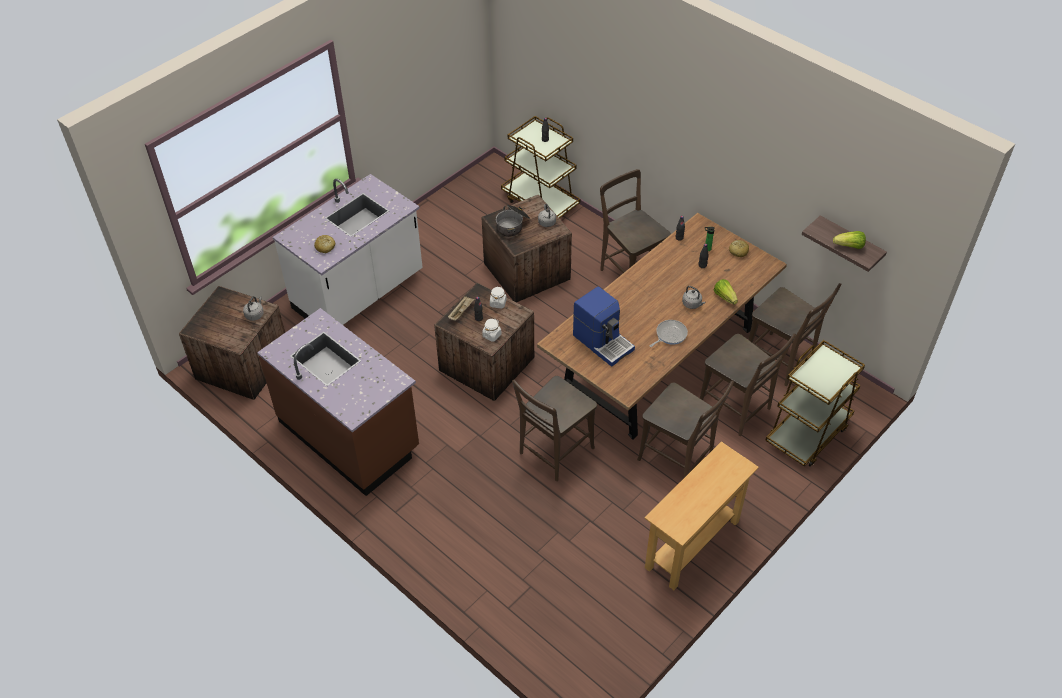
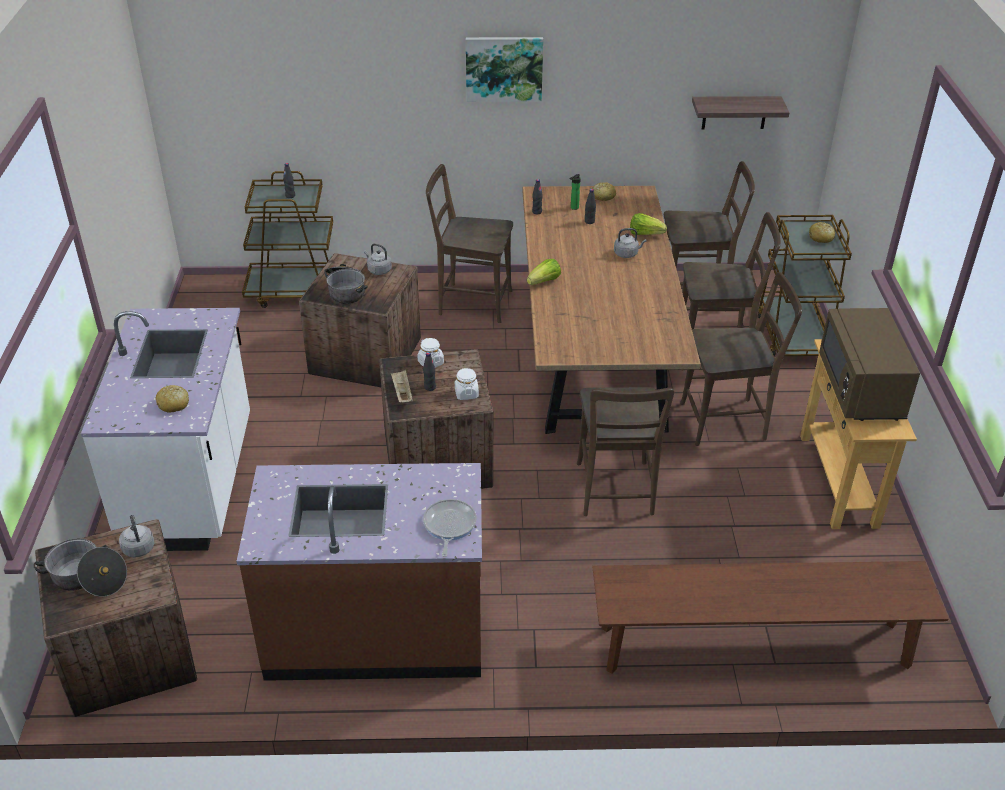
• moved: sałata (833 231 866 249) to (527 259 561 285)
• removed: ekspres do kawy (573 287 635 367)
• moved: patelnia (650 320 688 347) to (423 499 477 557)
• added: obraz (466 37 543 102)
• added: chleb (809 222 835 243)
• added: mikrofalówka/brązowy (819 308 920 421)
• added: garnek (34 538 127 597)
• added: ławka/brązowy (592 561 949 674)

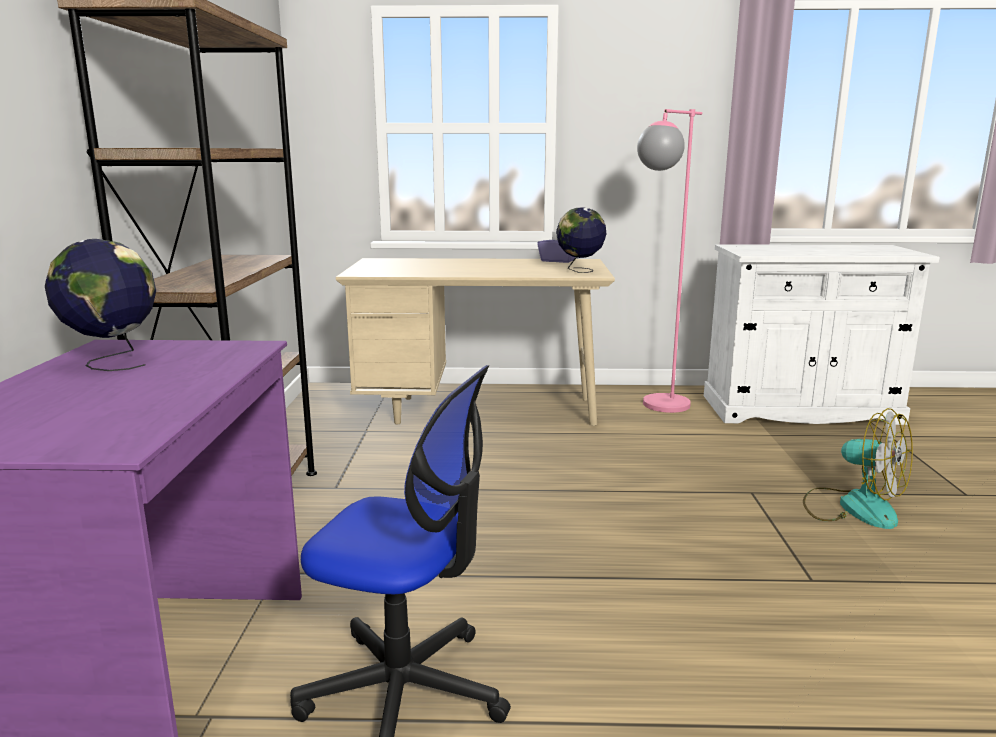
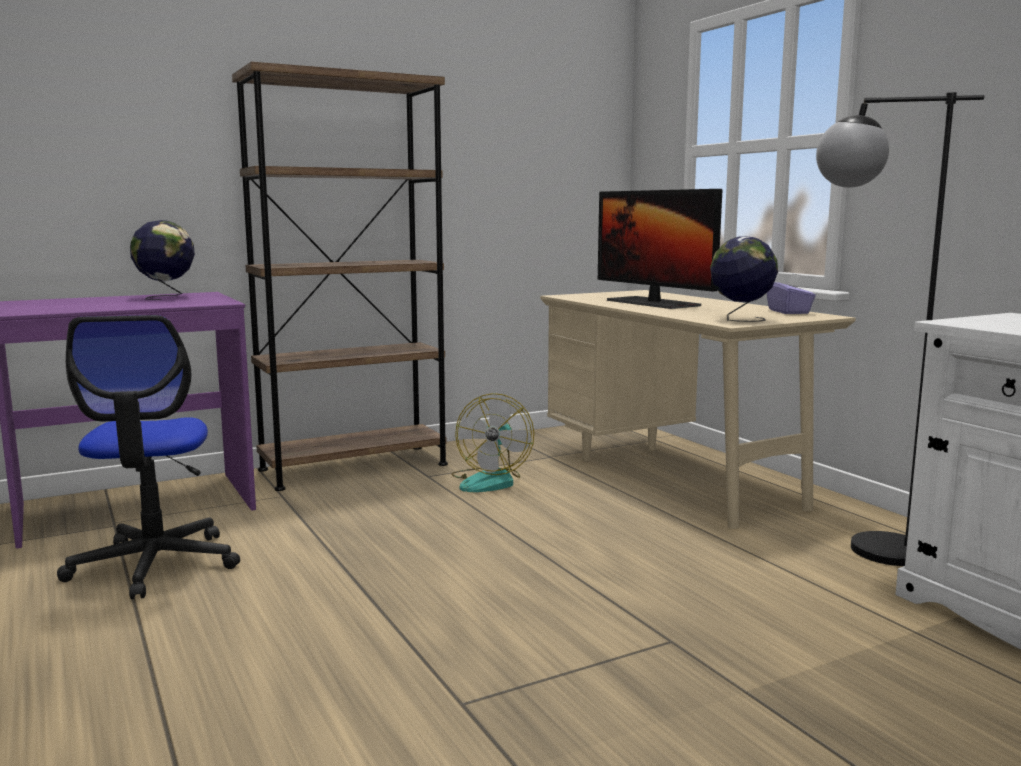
• recoloured: lampa stojąca/różowy (637 109 702 413) to lampa stojąca/czarny (816 92 984 566)
• moved: wentylator (803 408 913 529) to (452 393 534 492)
• added: monitor (598 189 722 309)

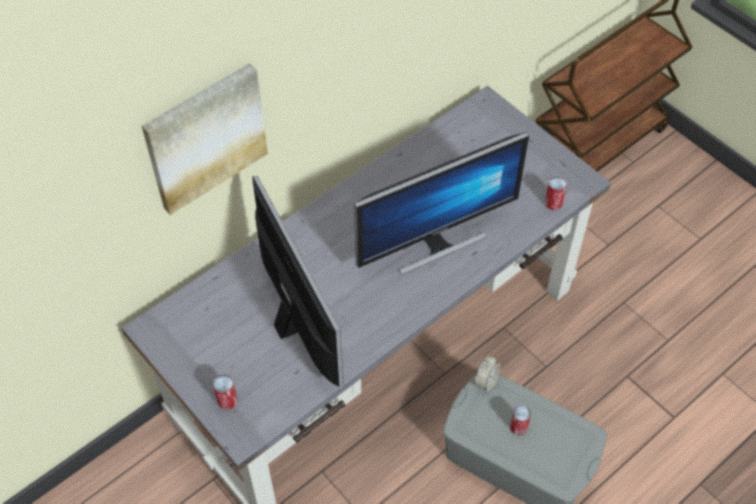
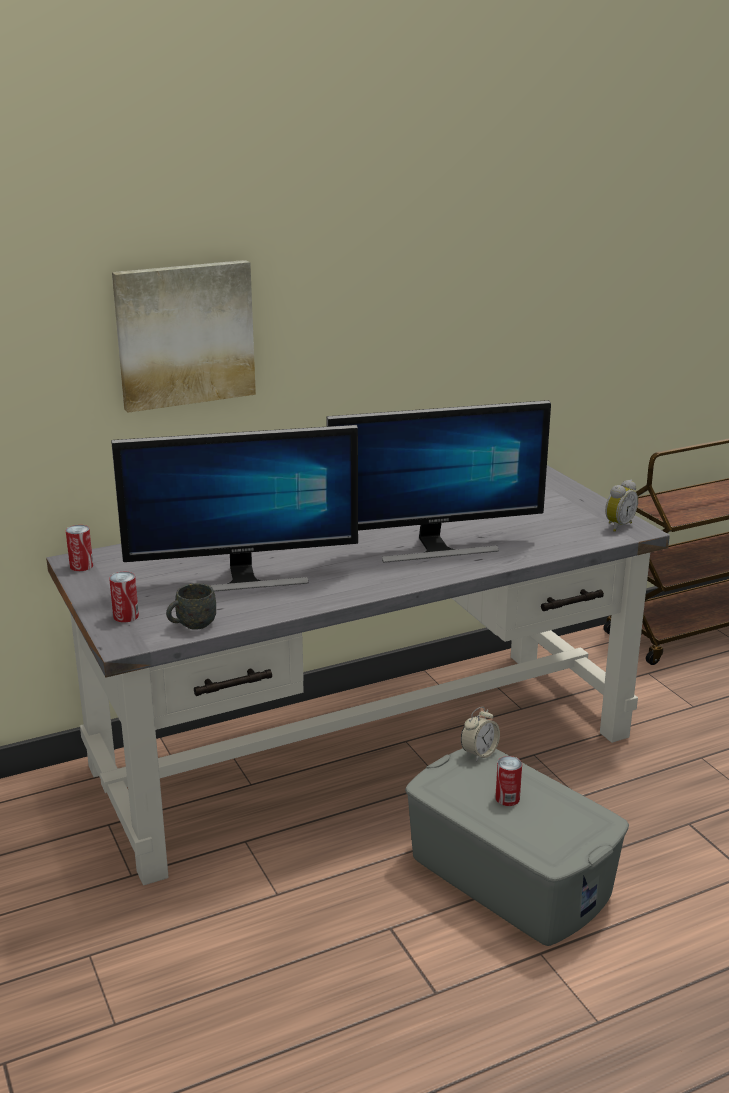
• turned: monitor (252 176 344 387) = (111 425 358 591) 90 degrees clockwise
• moved: puszka (545 176 567 210) to (66 525 93 571)
• added: budzik (605 480 638 532)
• added: kubek/szary (166 583 216 630)

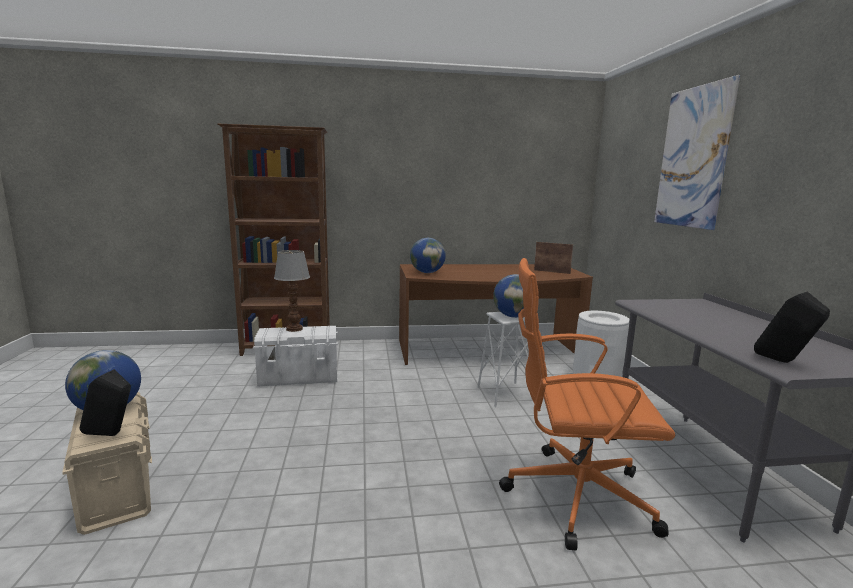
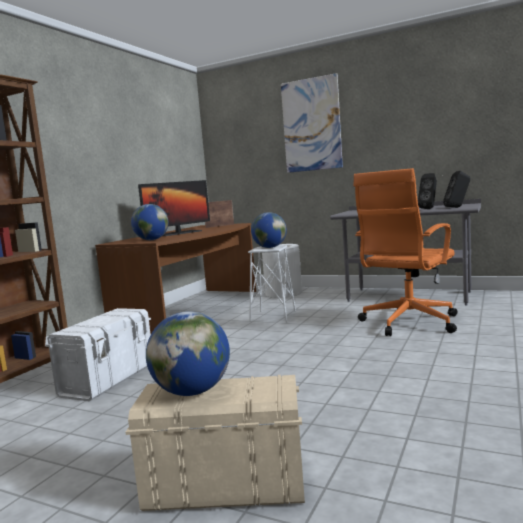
• removed: lampa stołowa (274 250 310 332)
• moved: głośnik/czarny (80 369 131 436) to (418 173 437 209)
• added: monitor (138 180 210 236)

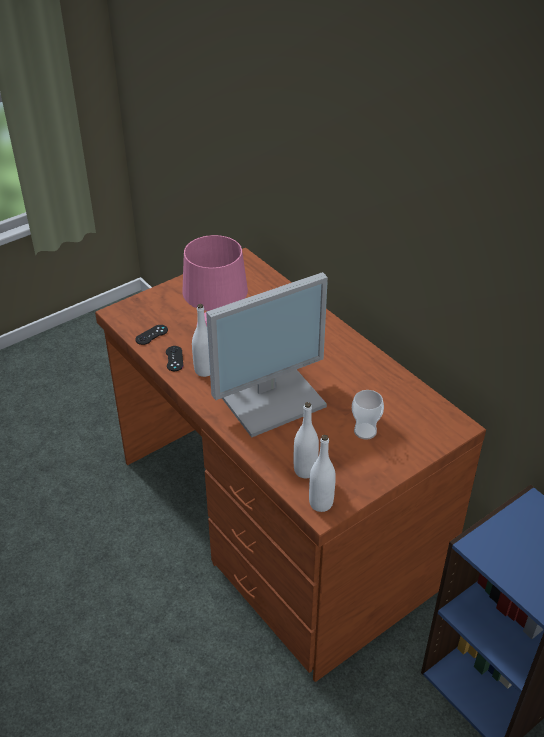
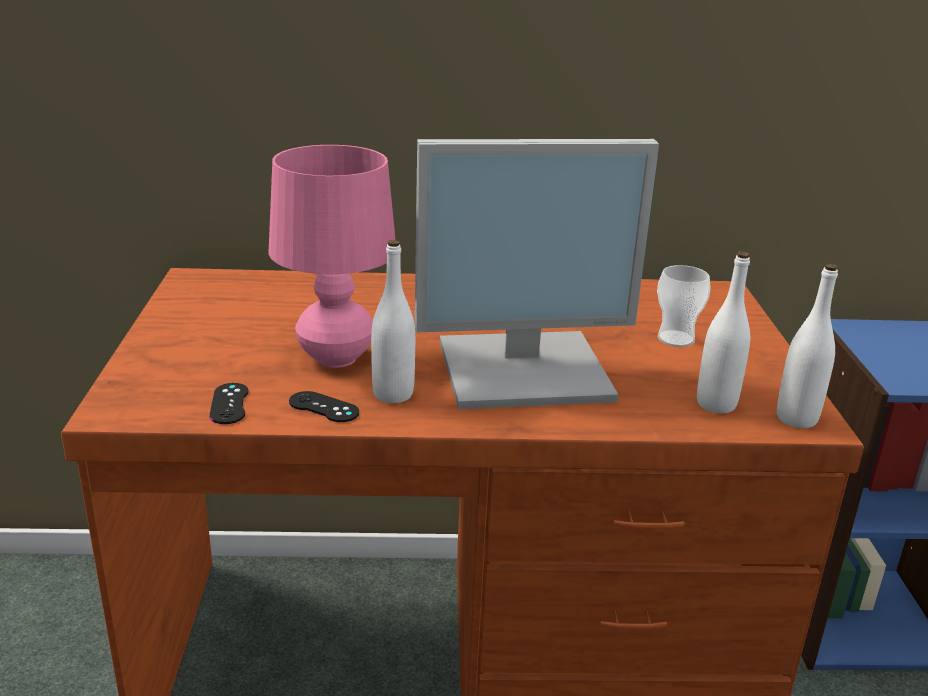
• turned: monitor (206 272 328 438) = (415 139 659 409) 75 degrees clockwise

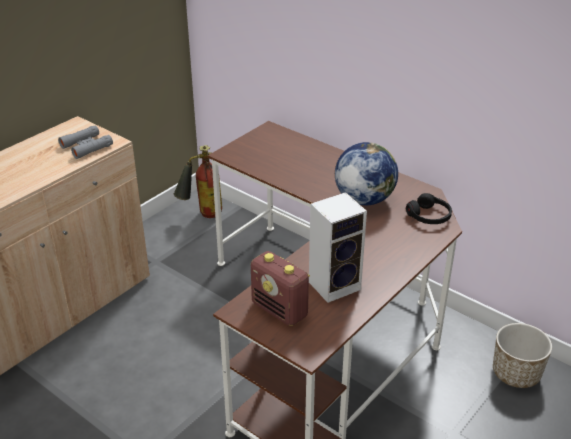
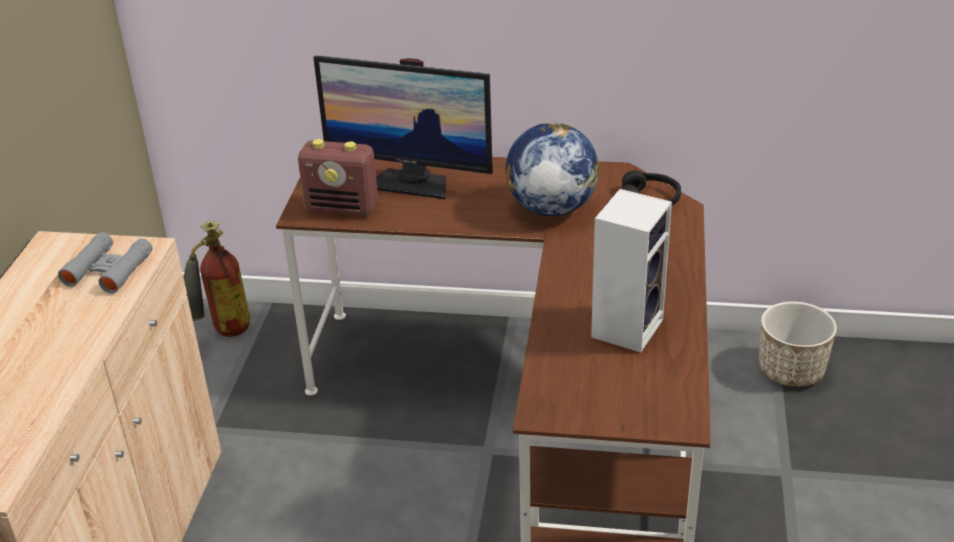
• moved: radio (251 251 310 326) to (298 139 378 217)
• added: monitor (313 56 493 199)

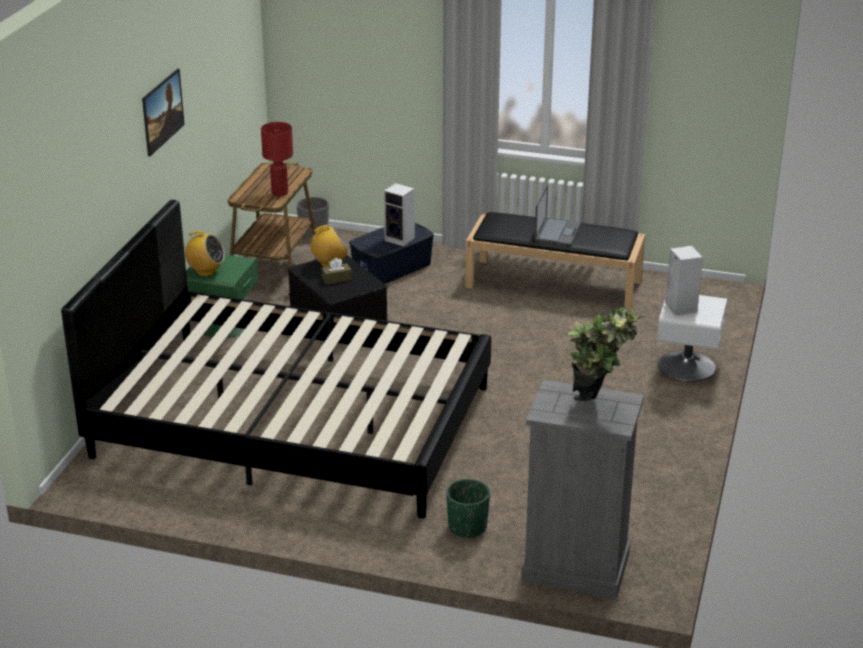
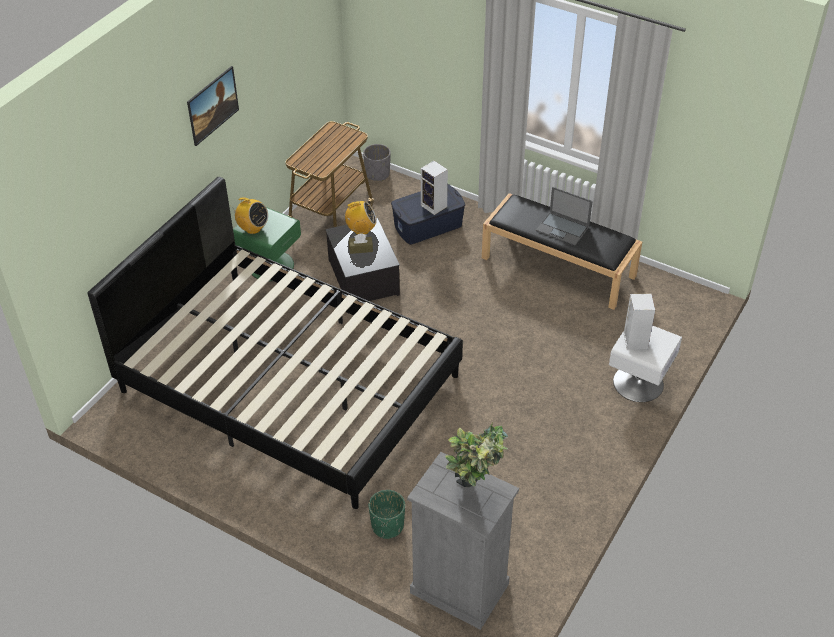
• removed: lampa stołowa/czerwony (261 122 293 196)
• turned: laptop (535 185 581 245) = (536 187 593 245) 90 degrees clockwise

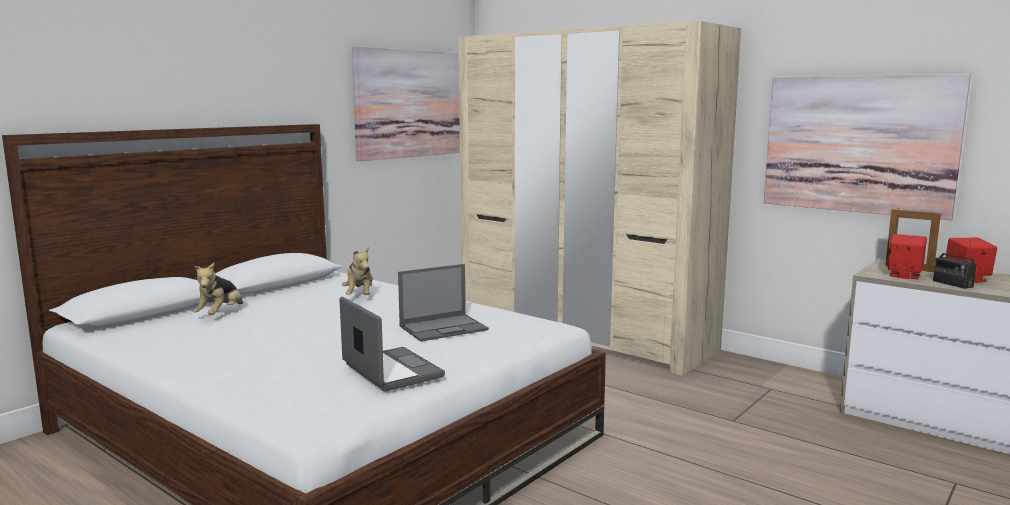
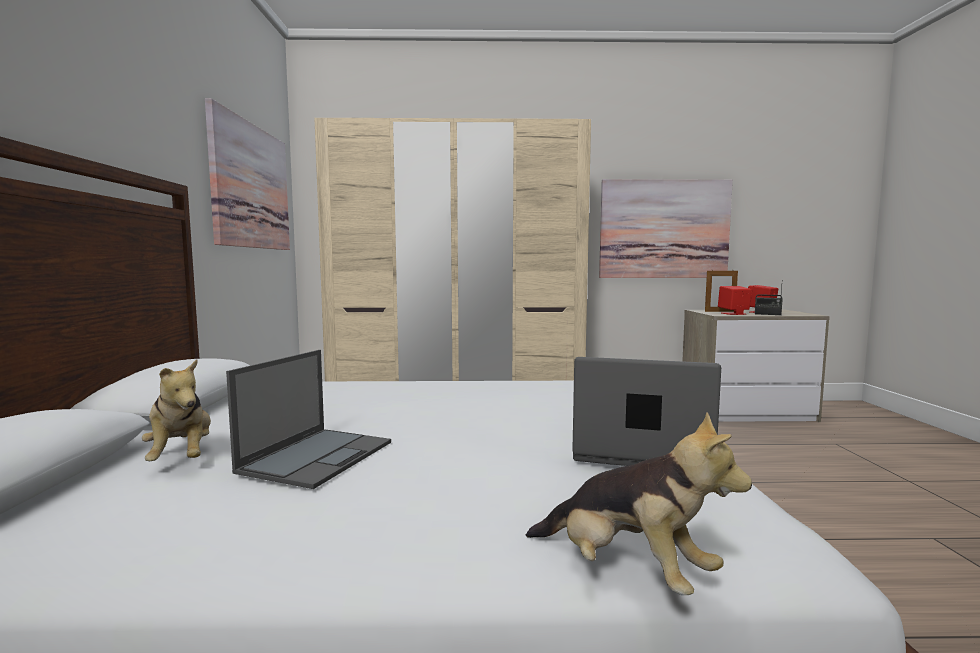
• moved: pluszak (342 247 373 295) to (526 413 752 595)
• moved: laptop (398 264 489 342) to (226 350 391 489)

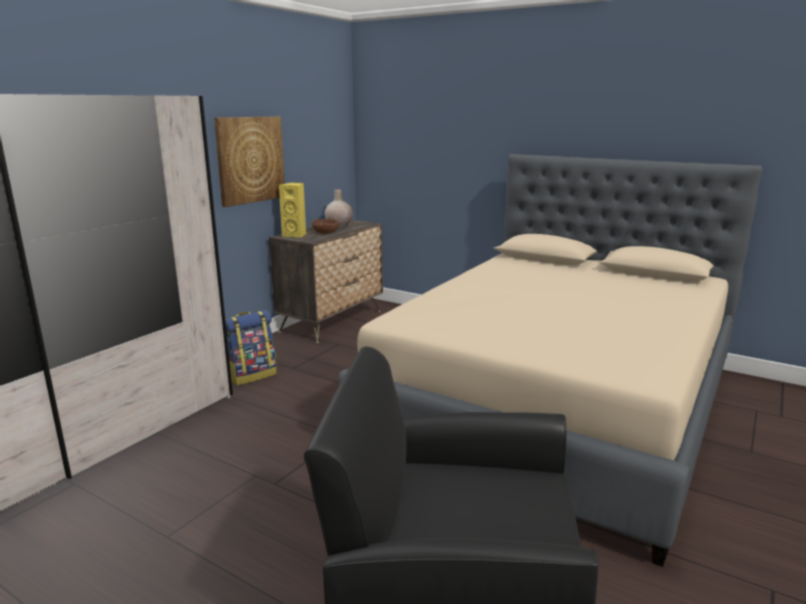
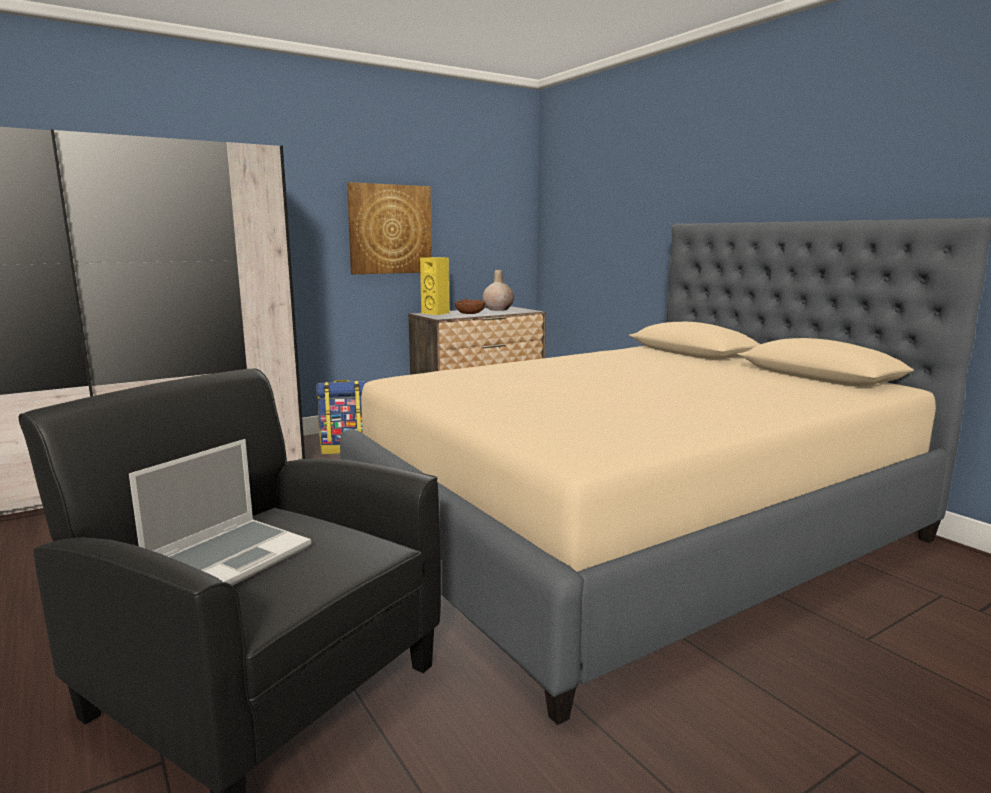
• added: laptop (129 439 311 586)

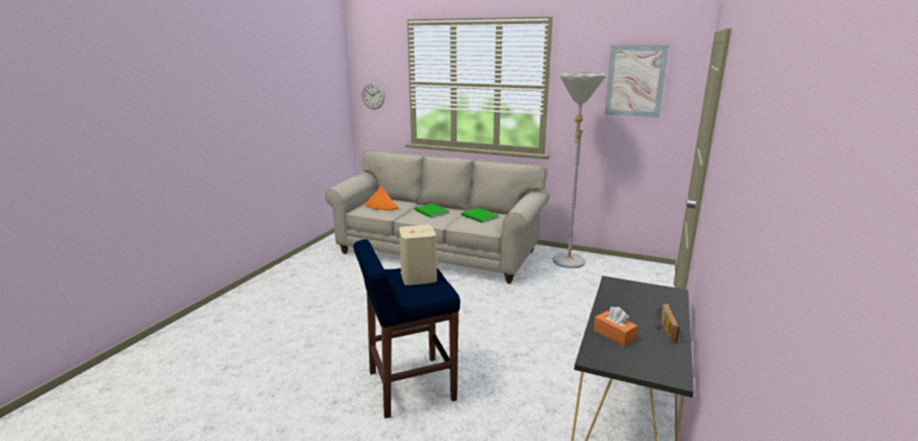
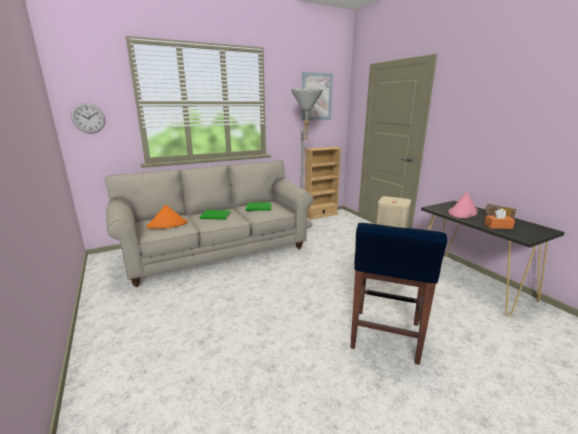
• added: regał/beżowy (305 147 342 220)
• added: kapelusz/różowy (448 191 478 218)

